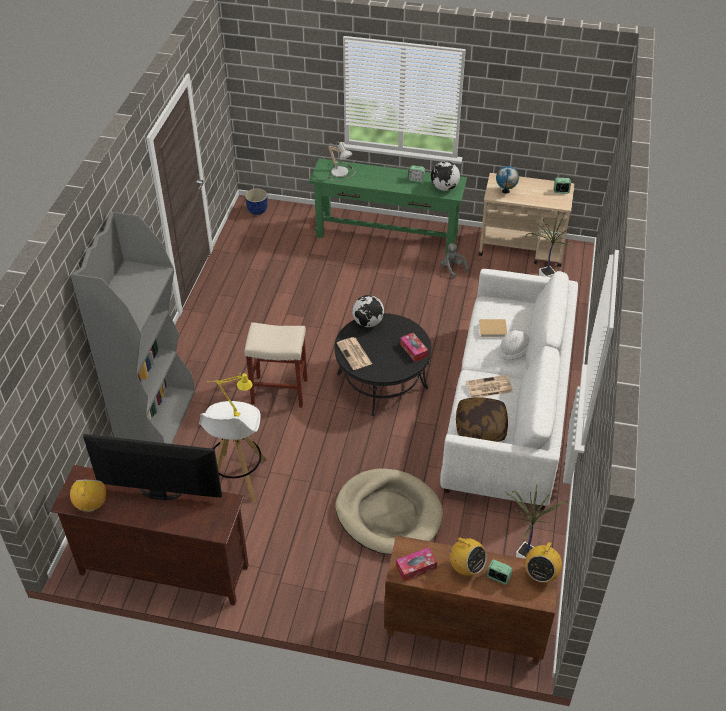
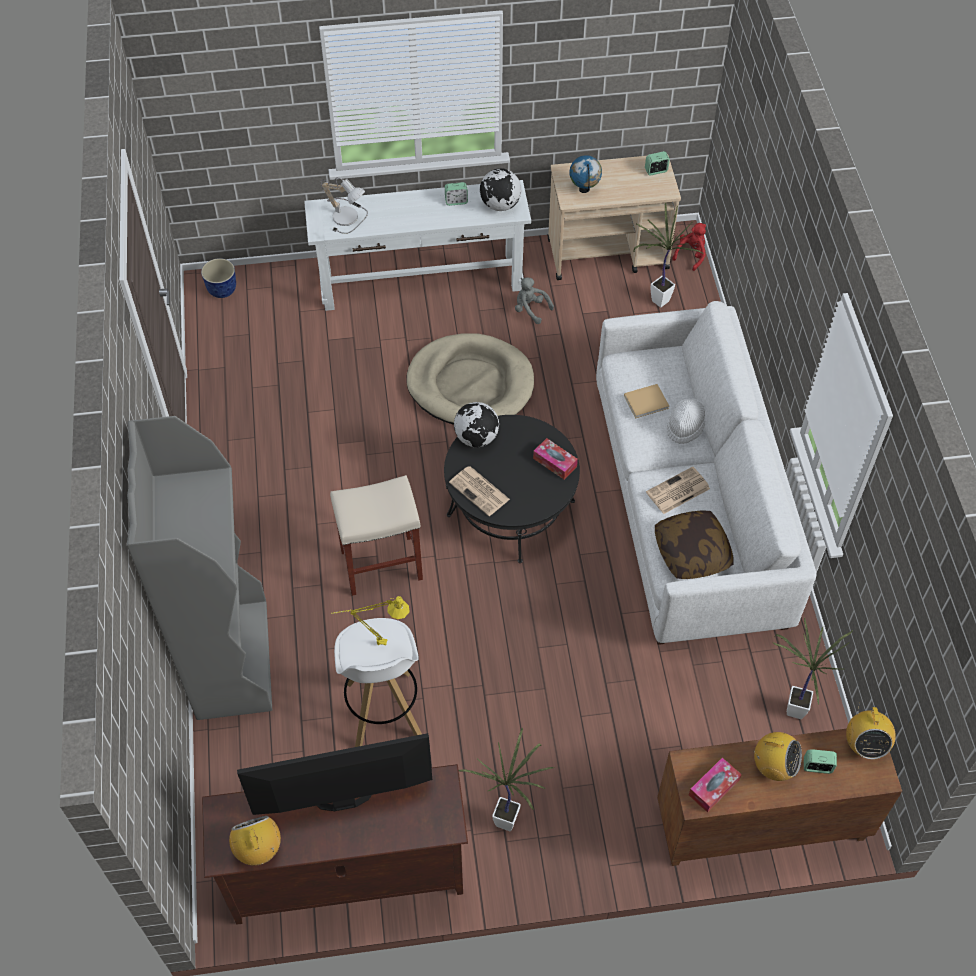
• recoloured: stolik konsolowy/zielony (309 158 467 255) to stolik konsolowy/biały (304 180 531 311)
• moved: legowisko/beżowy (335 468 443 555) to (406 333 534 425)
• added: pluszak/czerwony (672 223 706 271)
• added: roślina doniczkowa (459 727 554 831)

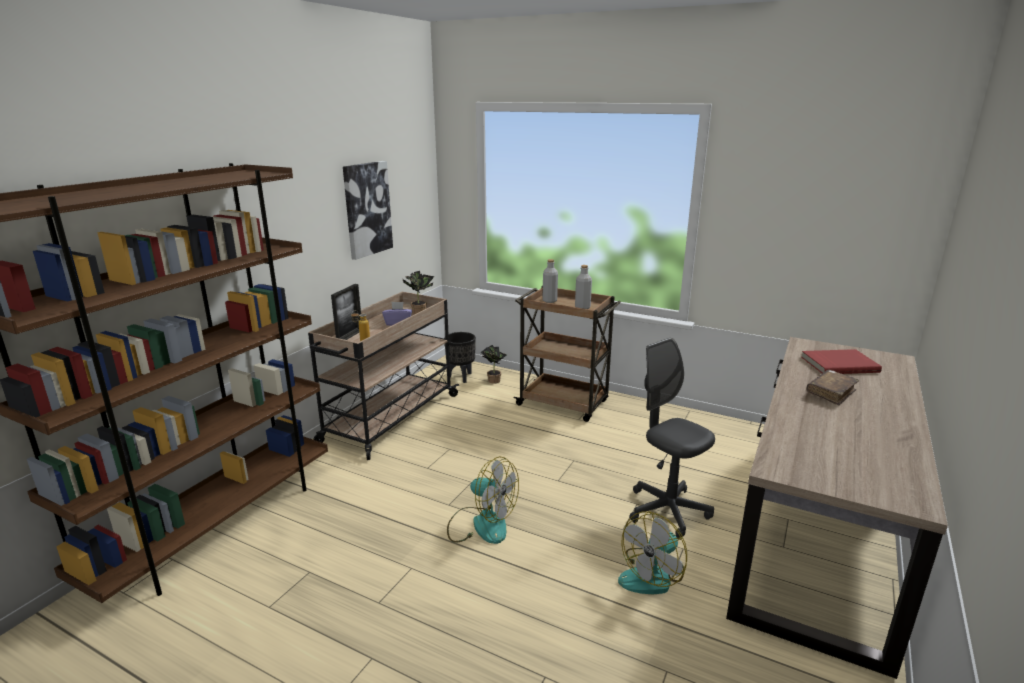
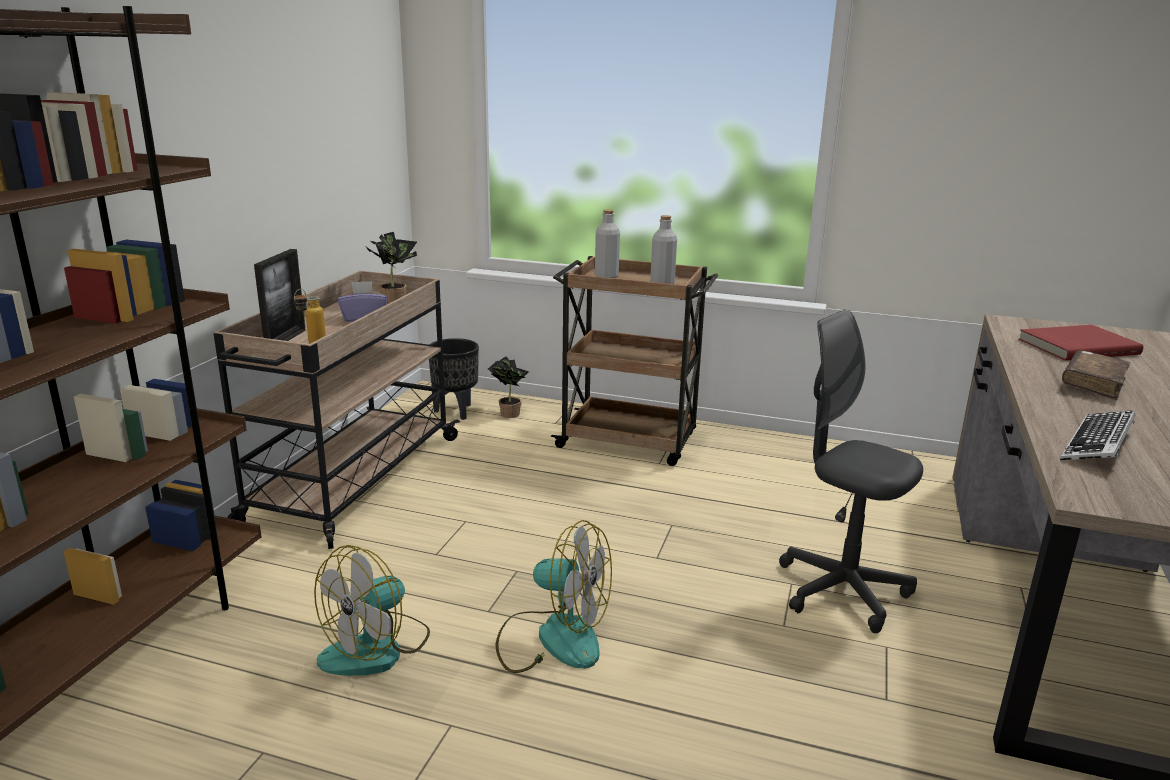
• removed: obraz (343 161 393 260)
• moved: wentylator (618 511 687 594) to (314 545 430 676)
• added: klawiatura (1060 410 1135 460)

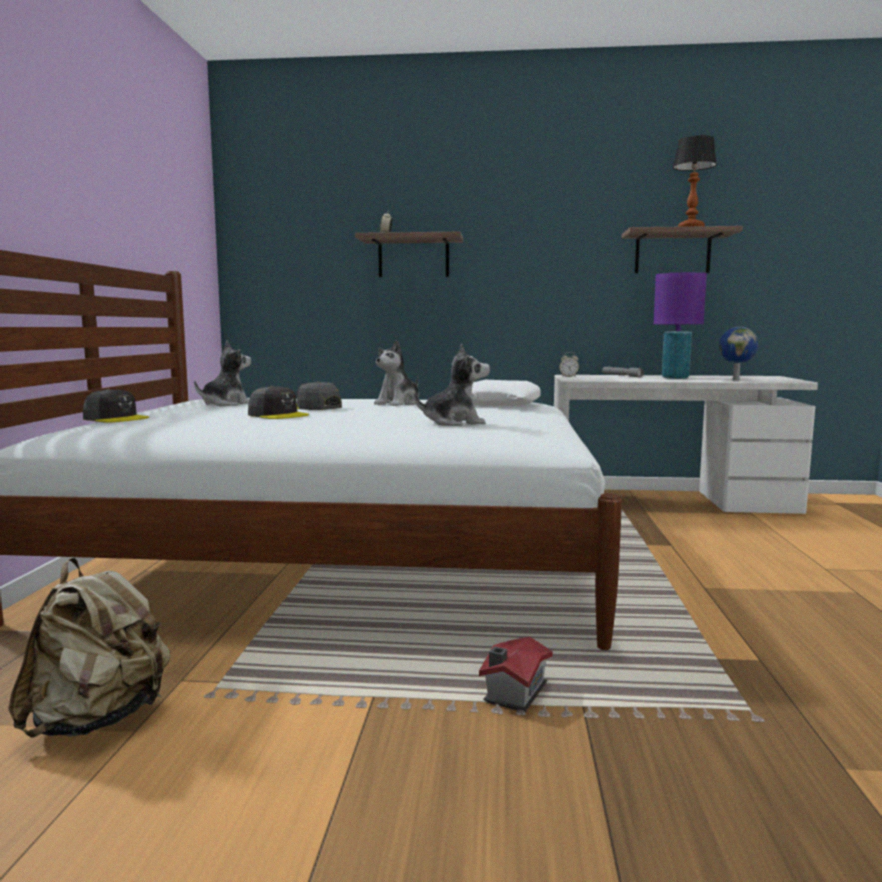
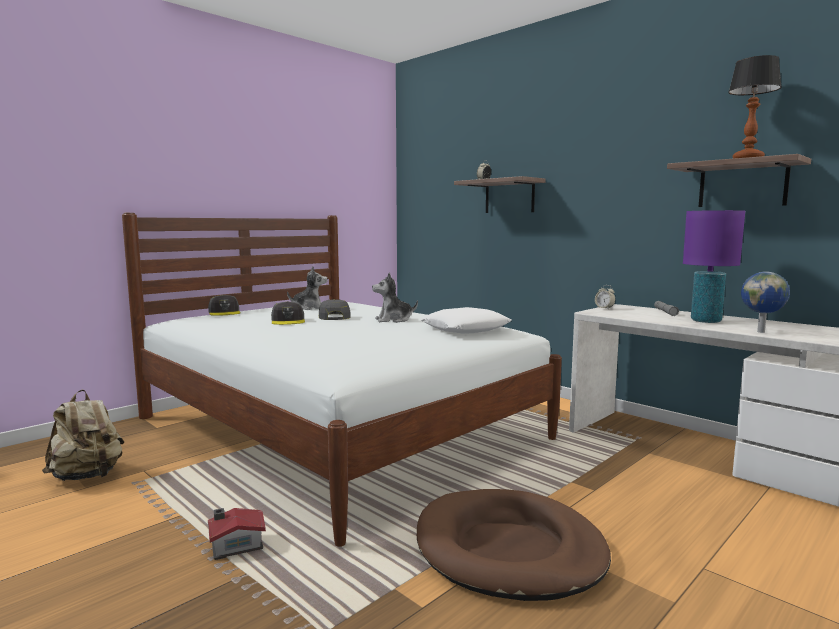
• removed: pluszak (414 344 490 426)
• added: legowisko/brązowy (417 489 611 601)

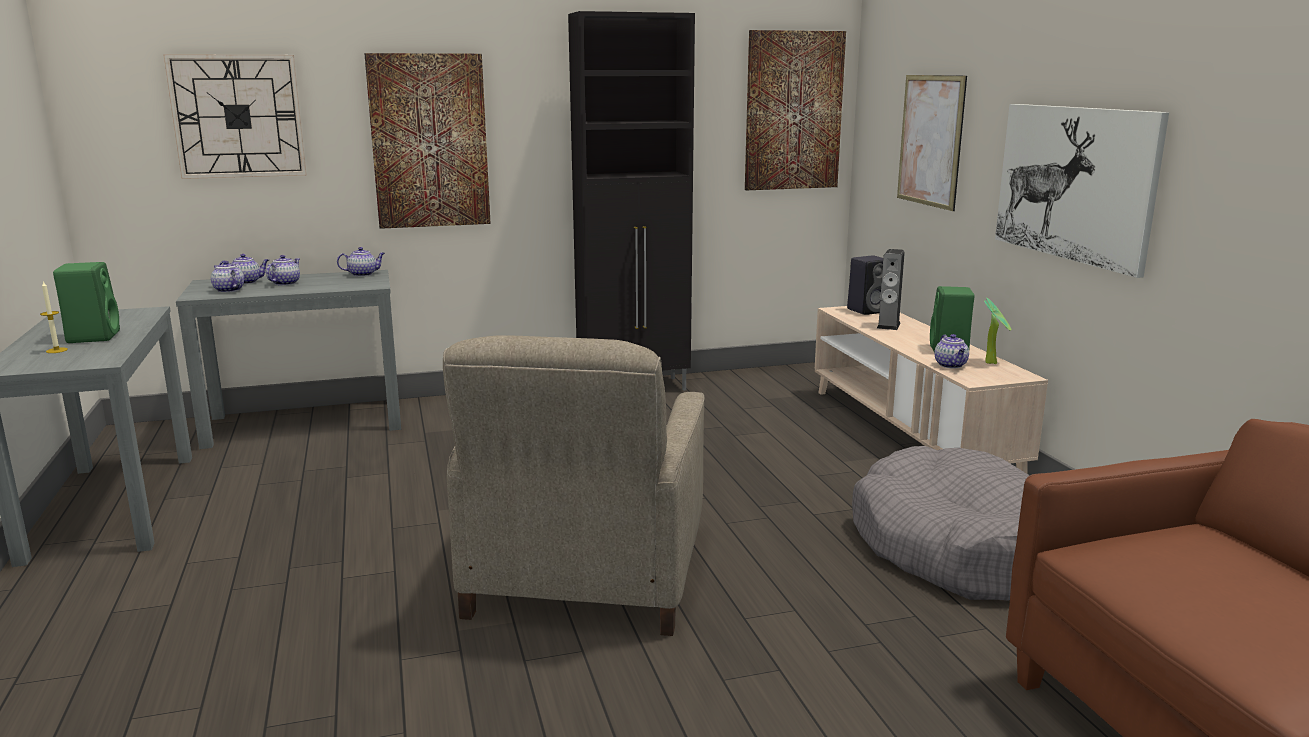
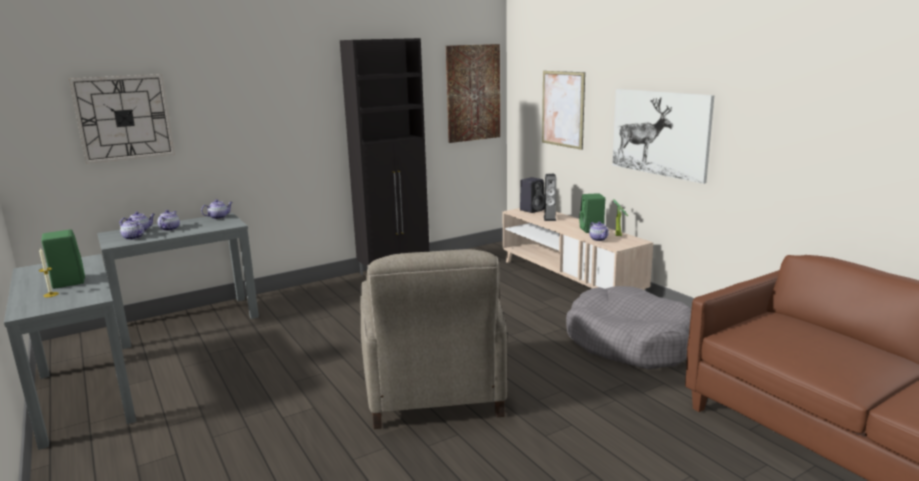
• removed: obraz (364 53 491 229)

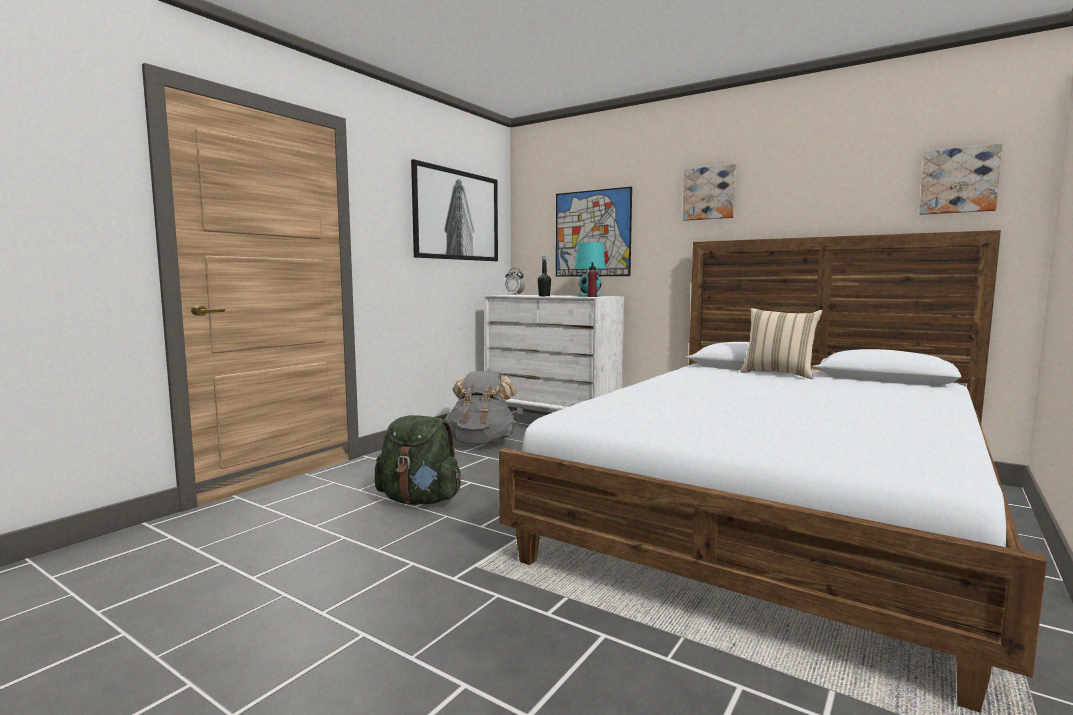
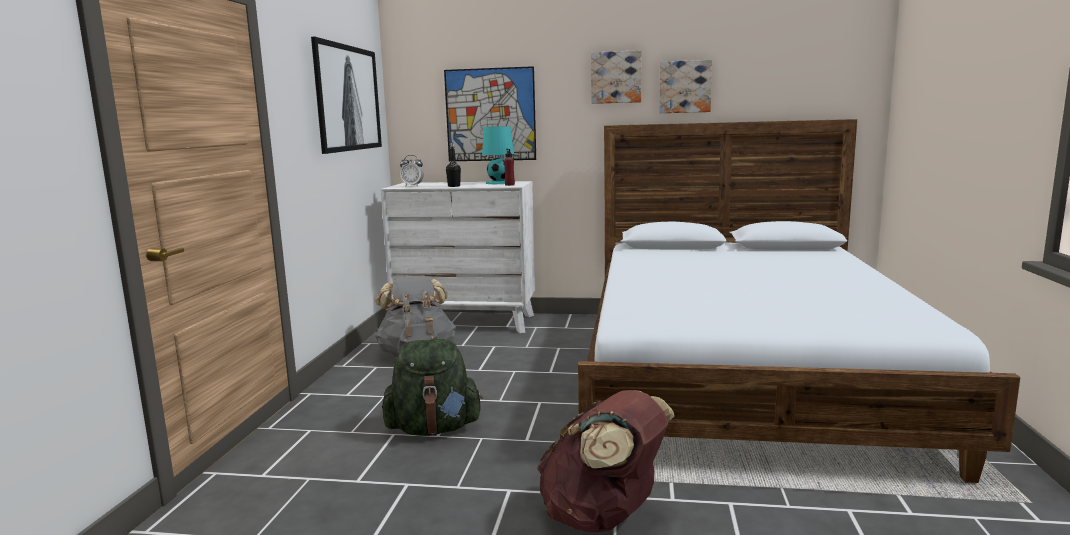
• moved: obraz (919 143 1003 215) to (659 60 712 113)
• removed: poduszka/beżowy (740 308 822 379)
• added: plecak/brązowy (537 390 675 532)

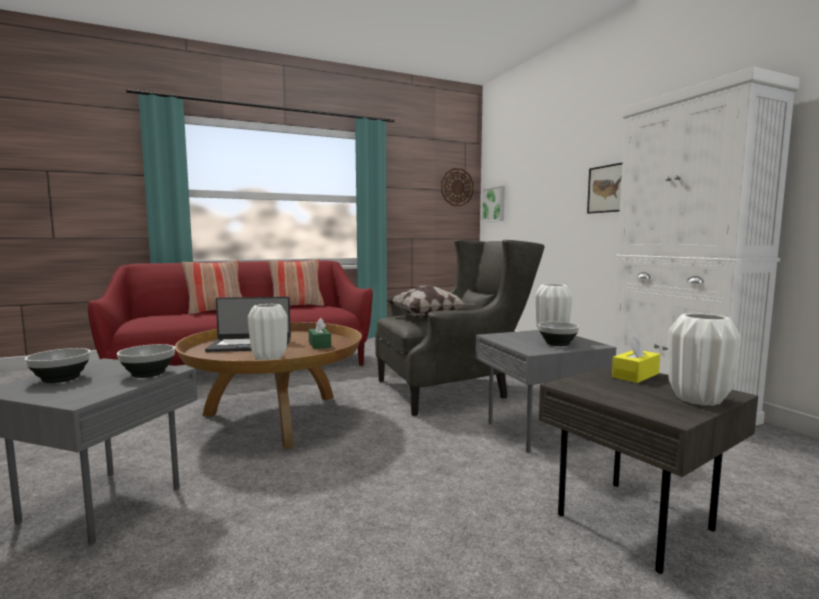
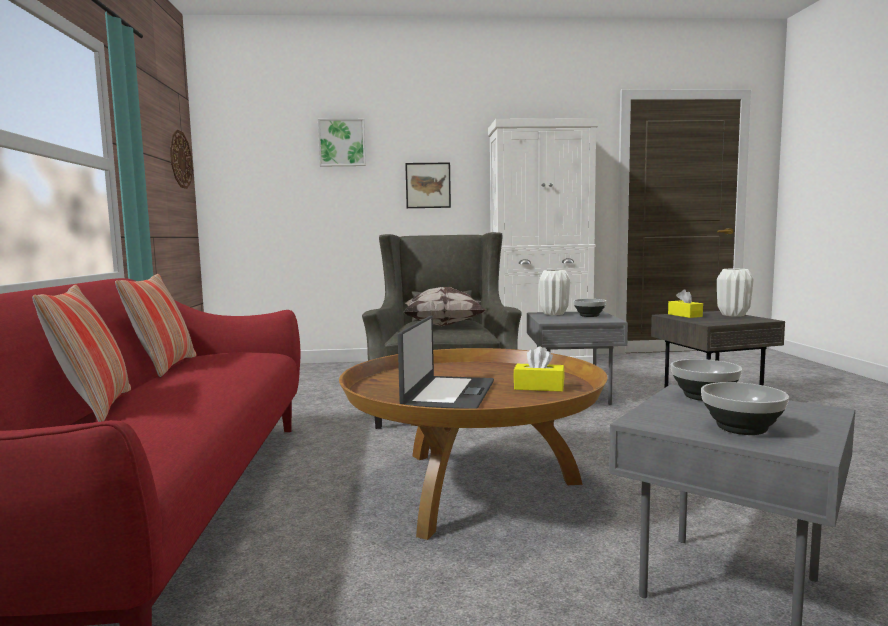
• moved: obraz (482 186 505 222) to (318 119 366 166)
• replaced: wazon/biały (248 304 288 360) to pudełko chusteczek/żółty (513 346 565 392)
• removed: pudełko chusteczek/zielony (308 318 331 349)

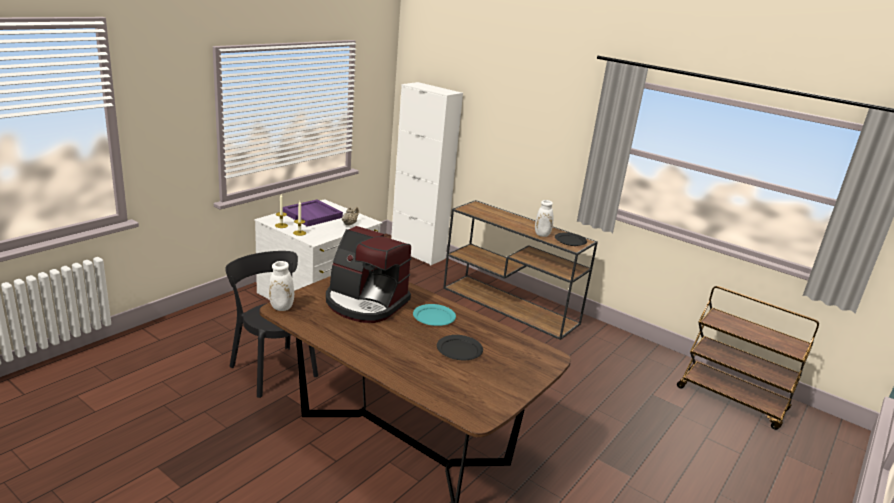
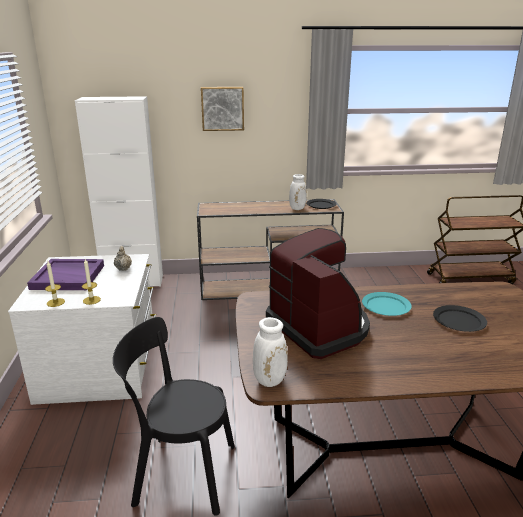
• turned: ekspres do kawy (326 226 412 323) = (266 228 370 359) 105 degrees counterclockwise
• added: obraz (201 87 244 131)

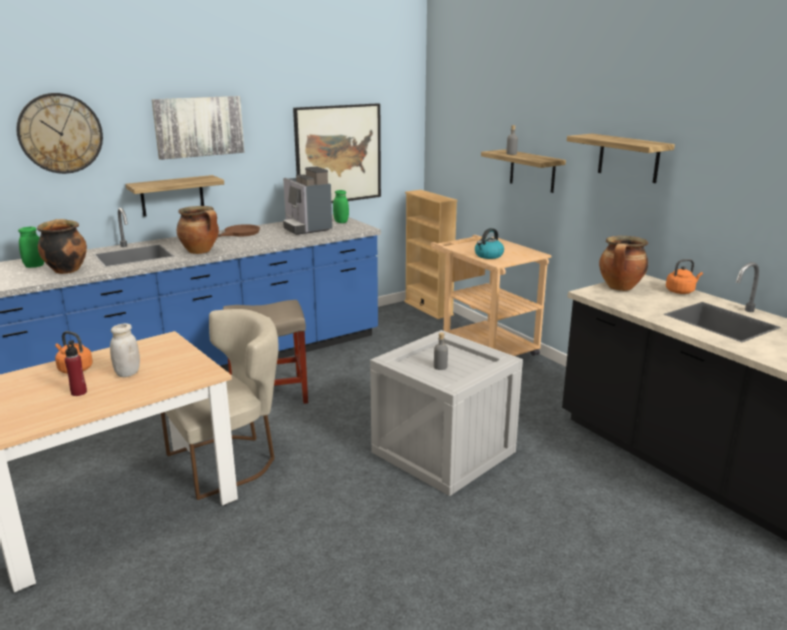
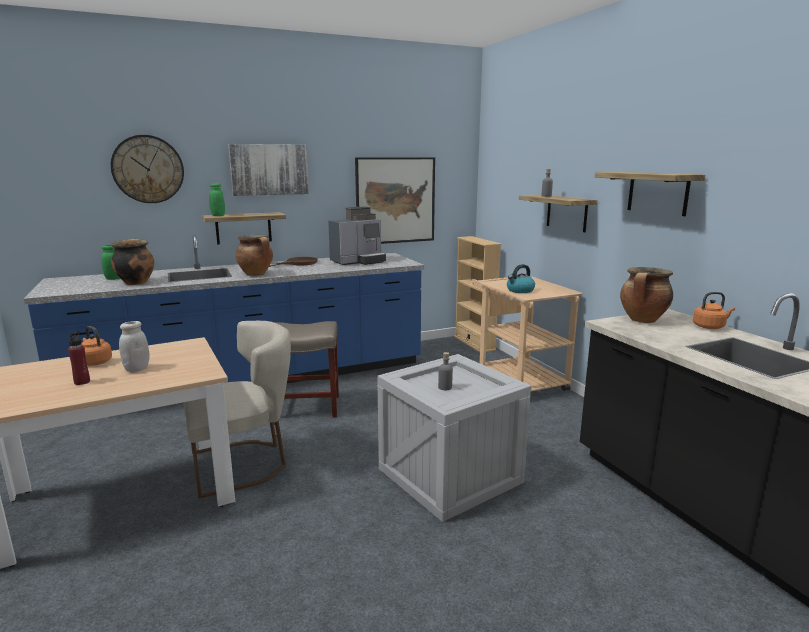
• turned: ekspres do kawy (283 166 332 235) = (328 206 386 265) 105 degrees counterclockwise
• moved: słoik/zielony (333 190 349 223) to (209 183 225 216)

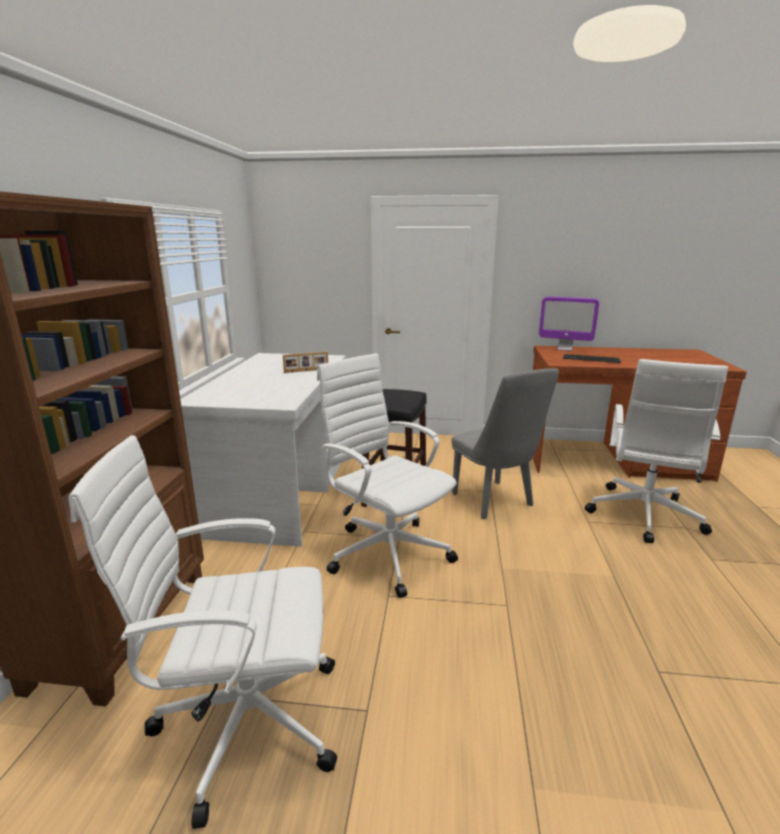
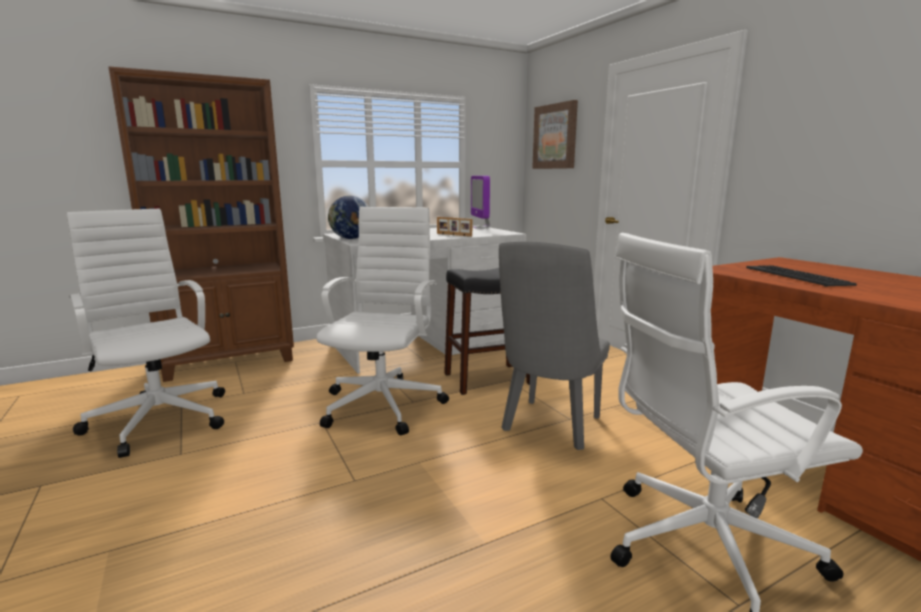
• moved: monitor (539 297 599 351) to (471 176 490 229)
• added: obraz (532 100 578 169)
• added: globus (328 196 369 239)

